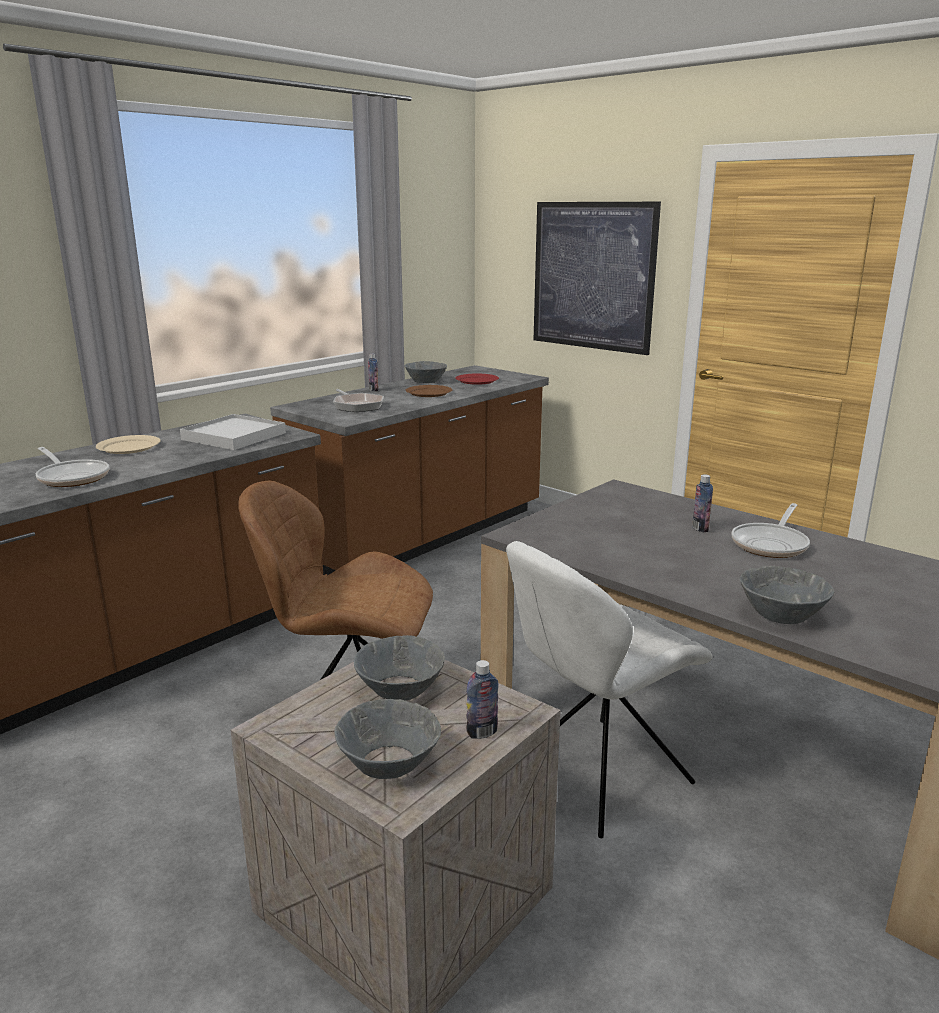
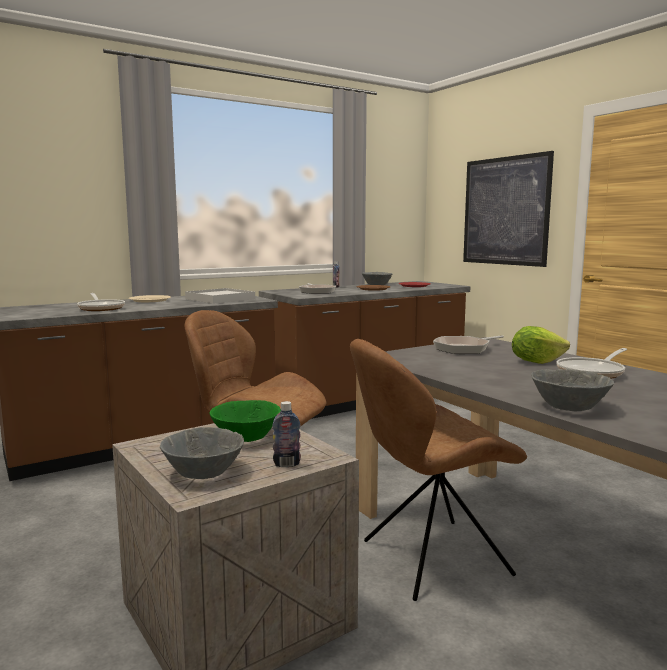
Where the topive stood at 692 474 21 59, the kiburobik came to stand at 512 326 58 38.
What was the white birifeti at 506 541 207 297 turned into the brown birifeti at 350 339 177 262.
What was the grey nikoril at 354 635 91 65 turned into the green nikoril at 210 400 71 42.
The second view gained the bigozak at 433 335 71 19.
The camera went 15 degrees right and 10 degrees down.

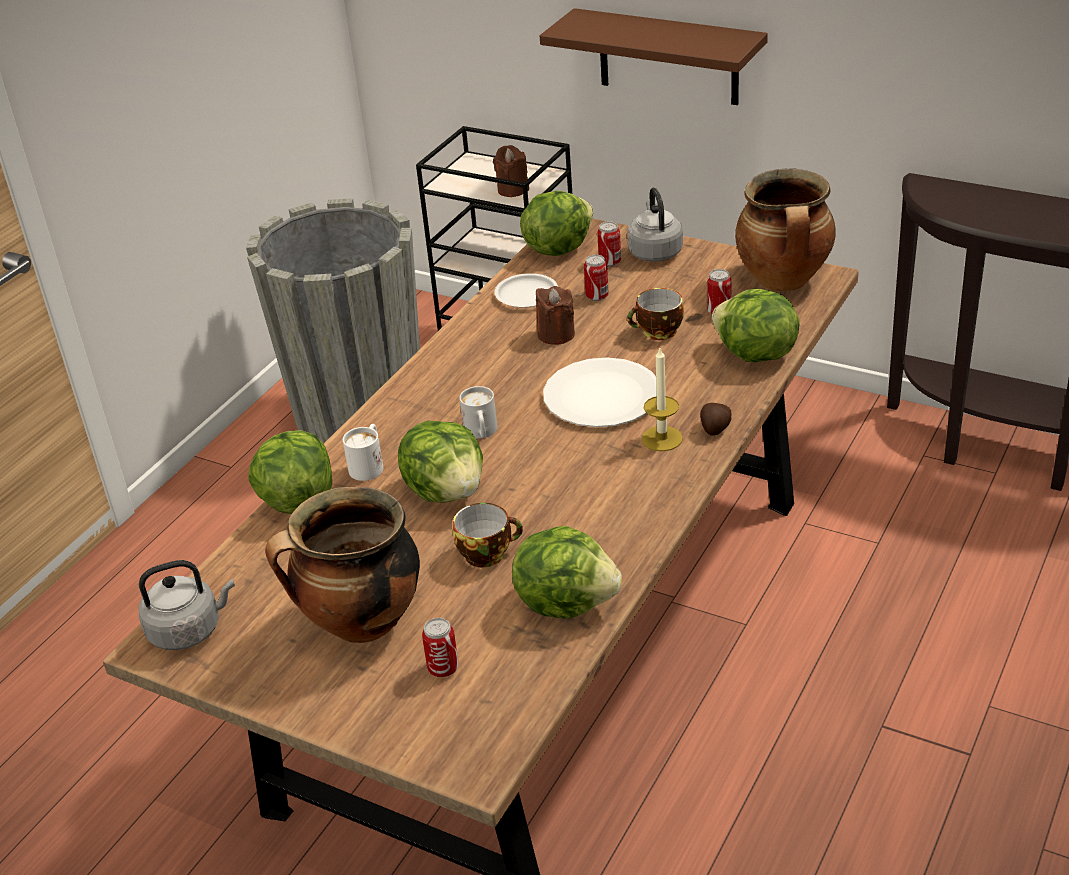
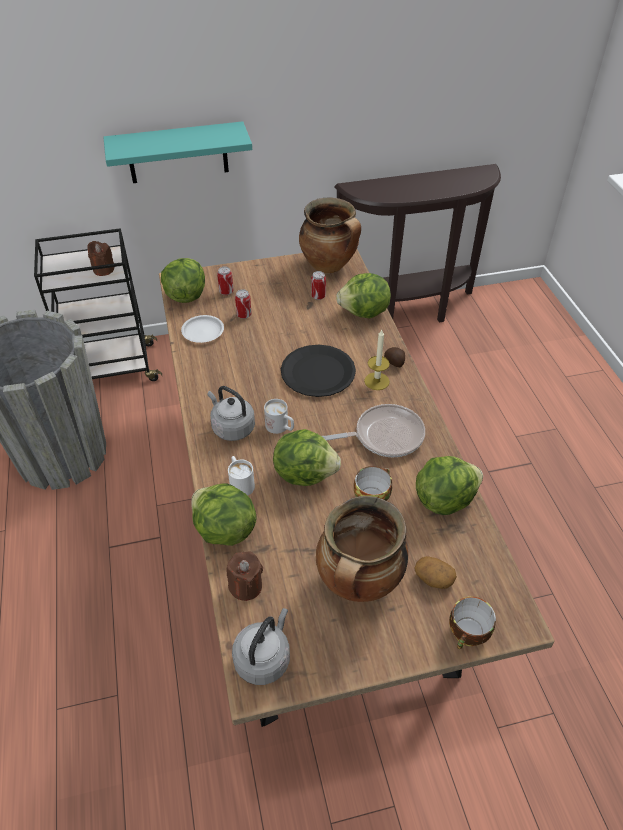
What was the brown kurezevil at 540 8 228 97 turned into the turquoise kurezevil at 103 121 149 62.
The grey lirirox ended up elsewhere, having gone from 627 187 56 75 to 208 386 47 55.
The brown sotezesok ended up elsewhere, having gone from 536 286 39 59 to 226 551 37 50.
The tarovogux ended up elsewhere, having gone from 627 288 57 52 to 449 596 47 53.
What was the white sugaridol at 543 357 114 70 turned into the black sugaridol at 281 345 75 52.
Where the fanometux stood at 422 618 37 59, the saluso came to stand at 414 556 43 33.
The second view gained the bigozak at 322 404 103 53.
The camera went 45 degrees left and 10 degrees up.

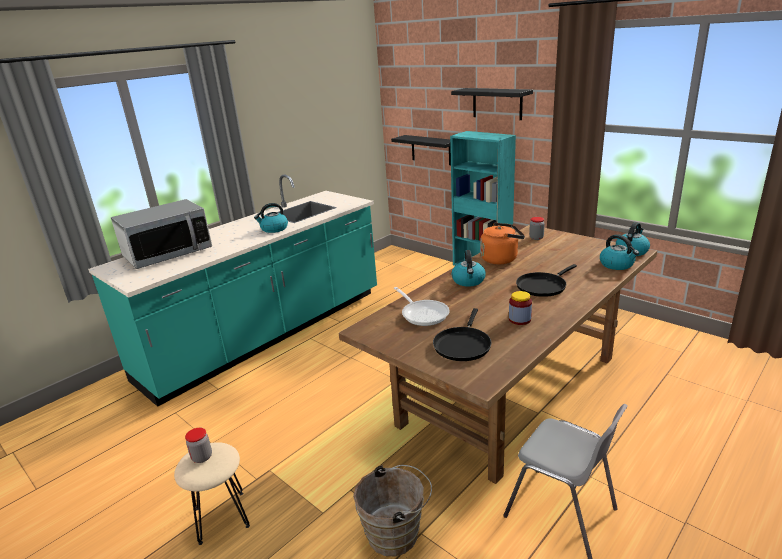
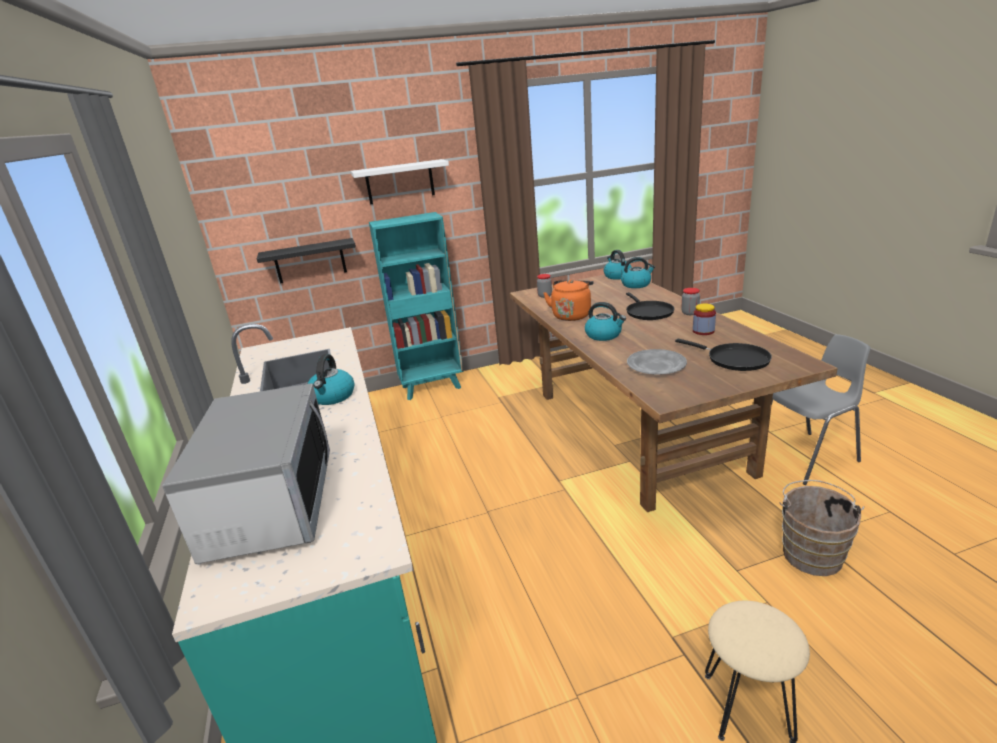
What was the black kurezevil at 451 88 82 32 turned into the white kurezevil at 351 159 98 45.
Where the bigozak stood at 394 287 56 39, the grey sugaridol came to stand at 627 349 60 26.
The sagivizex ended up elsewhere, having gone from 185 428 27 35 to 681 288 19 27.
The camera went 60 degrees left and 0 degrees up.

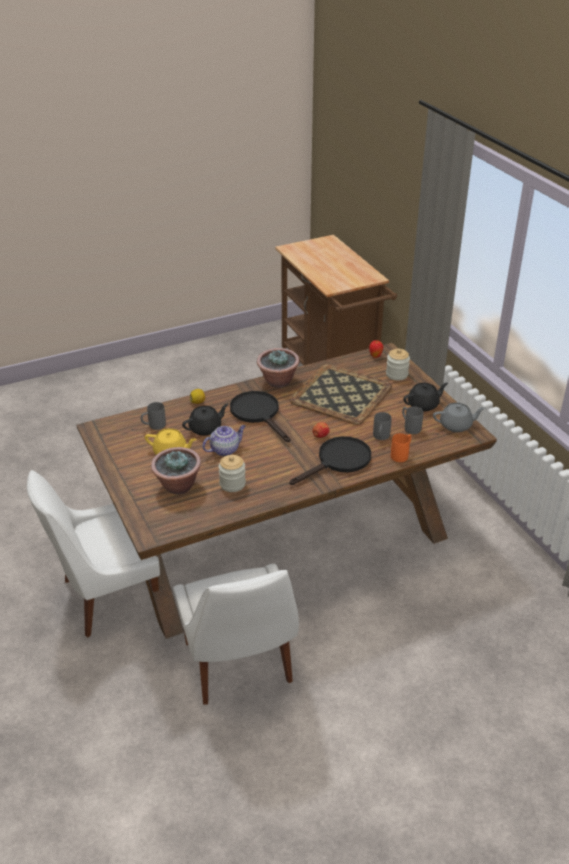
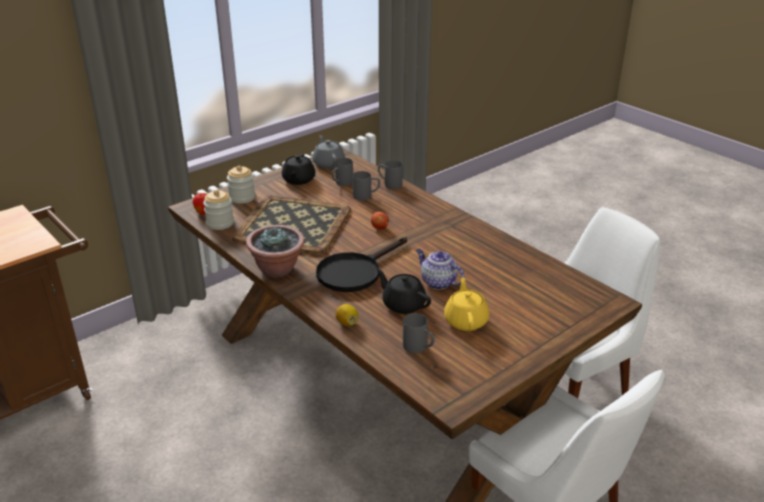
The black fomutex at 403 383 45 28 ended up facing another way, 135 degrees counterclockwise from before.
What was the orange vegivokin at 391 433 20 29 turned into the grey vegivokin at 378 160 25 29.
The second view lost the black bigozak at 290 436 81 49.
The second view lost the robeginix at 151 447 50 47.
The sagivizex ended up elsewhere, having gone from 218 455 28 37 to 203 190 31 40.
The camera went 105 degrees left and 5 degrees down.

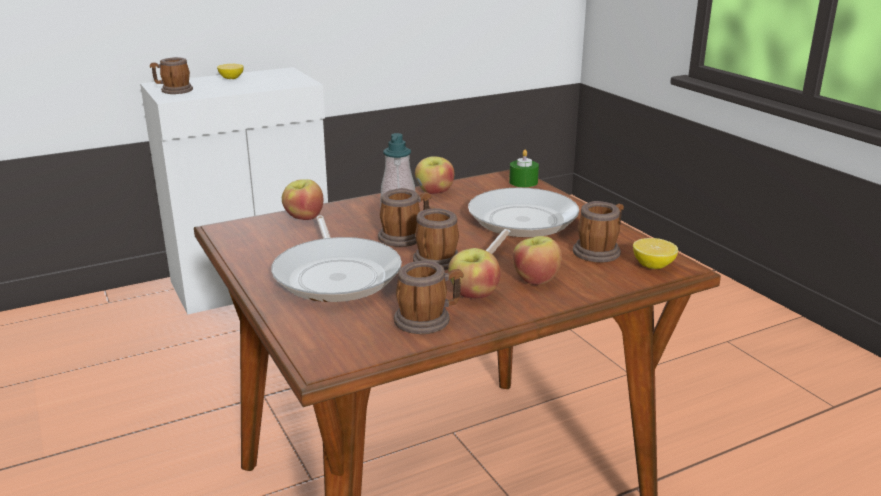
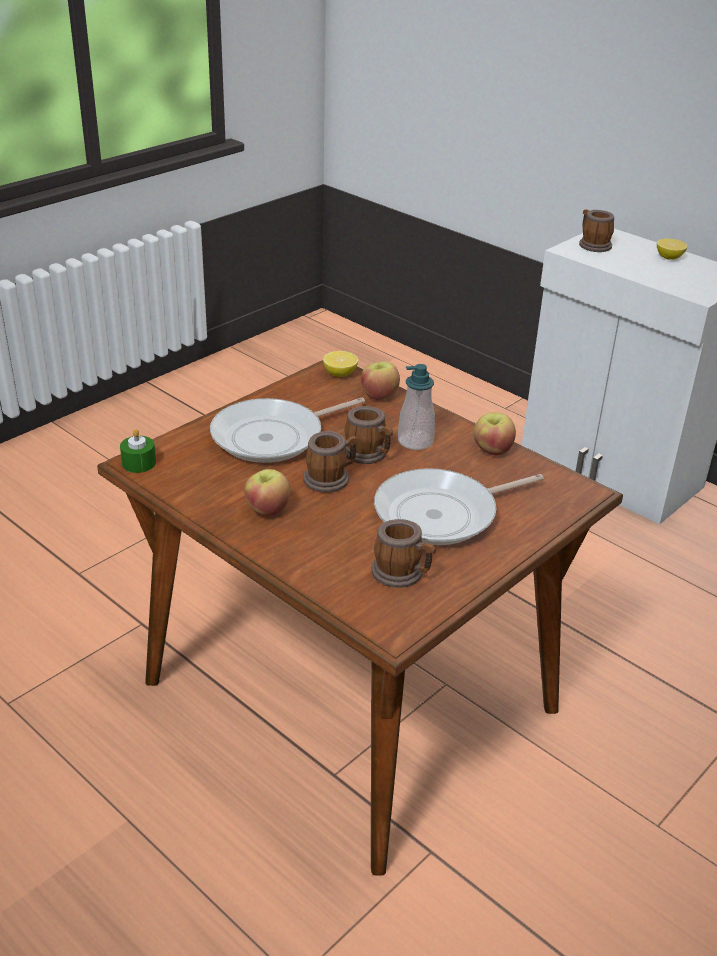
The green sotezesok ended up elsewhere, having gone from 509 149 30 38 to 120 429 36 44.
The bigozak at 468 188 111 66 ended up facing another way, 150 degrees clockwise from before.
The second view lost the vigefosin at 513 236 49 49.
The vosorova ended up elsewhere, having gone from 633 238 45 31 to 323 351 35 26.
The second view lost the vegivokin at 394 260 69 74.
The camera went 70 degrees right and 10 degrees up.

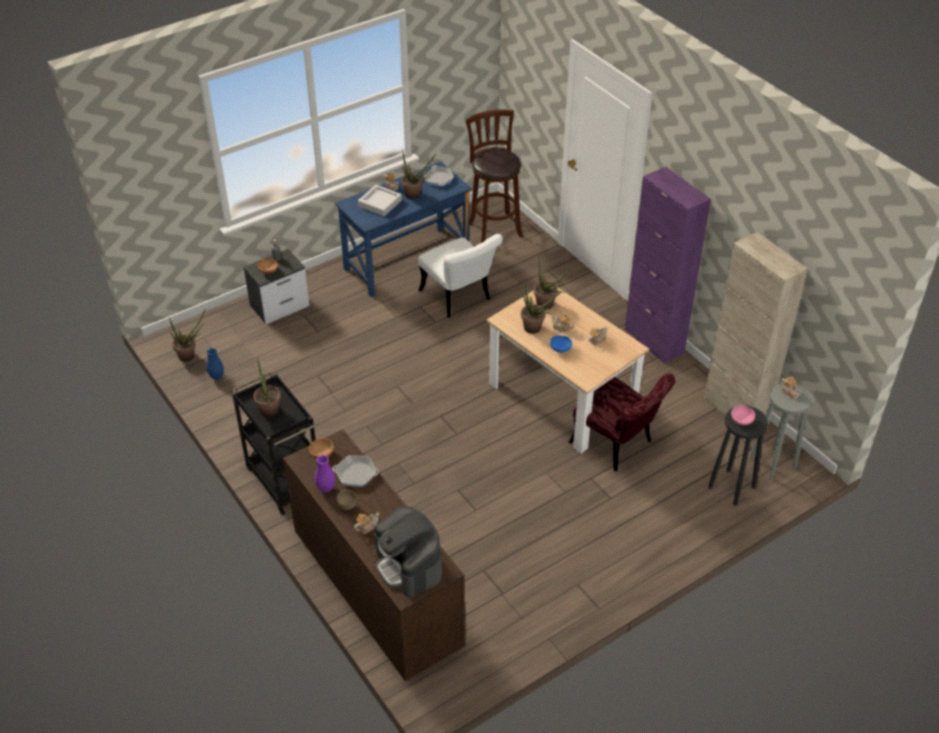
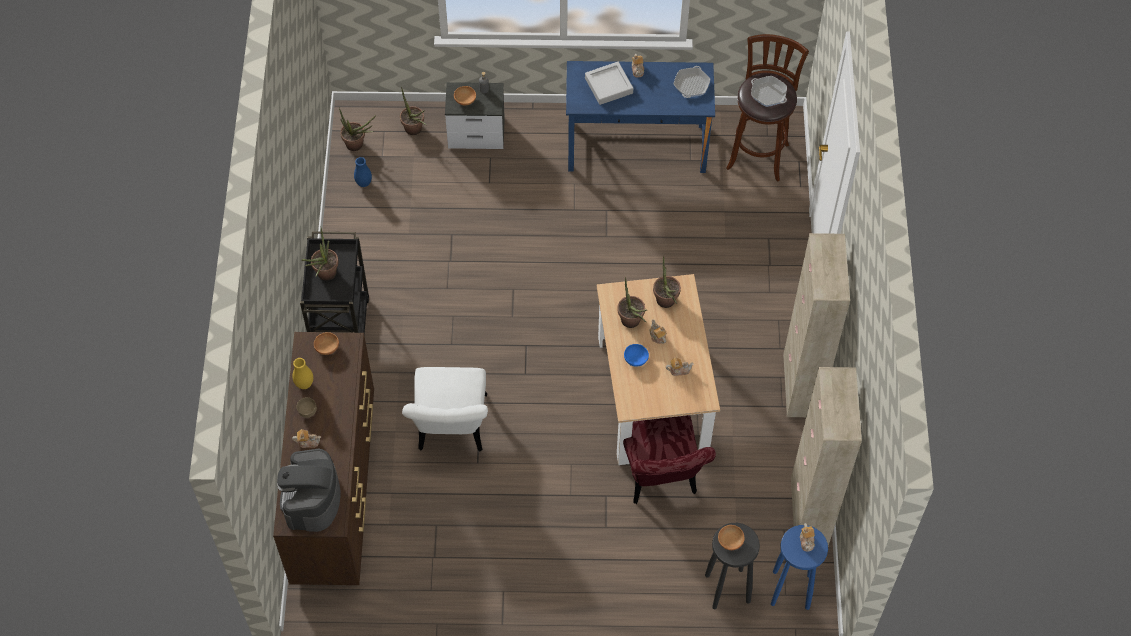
The robeginix ended up elsewhere, having gone from 401 149 35 50 to 400 87 26 48.
What was the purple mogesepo at 625 167 86 197 turned into the beige mogesepo at 783 233 67 184.
The white birifeti ended up elsewhere, having gone from 418 234 85 84 to 402 367 86 85.
What was the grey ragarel at 750 383 63 97 turned into the blue ragarel at 771 525 57 85.
What was the pink nikoril at 731 405 24 20 turned into the brown nikoril at 718 525 27 25.
What was the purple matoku at 315 455 20 38 turned into the yellow matoku at 292 358 21 31.
The bigozak ended up elsewhere, having gone from 332 455 47 32 to 751 76 36 31.
The camera went 35 degrees right and 15 degrees up.

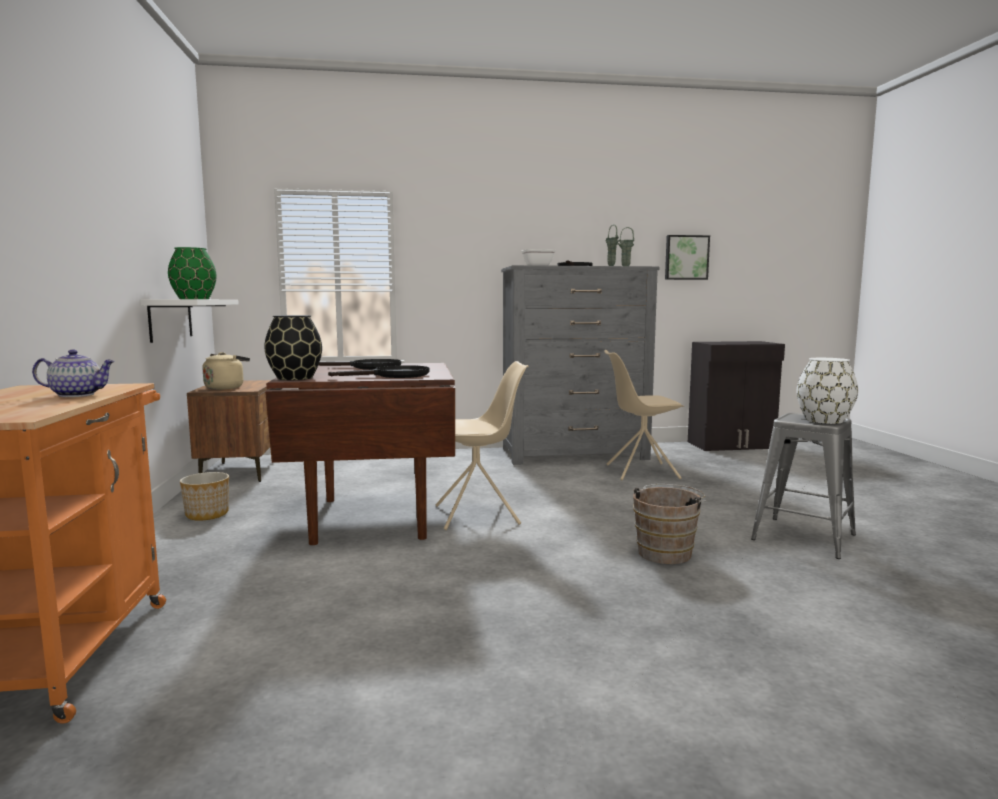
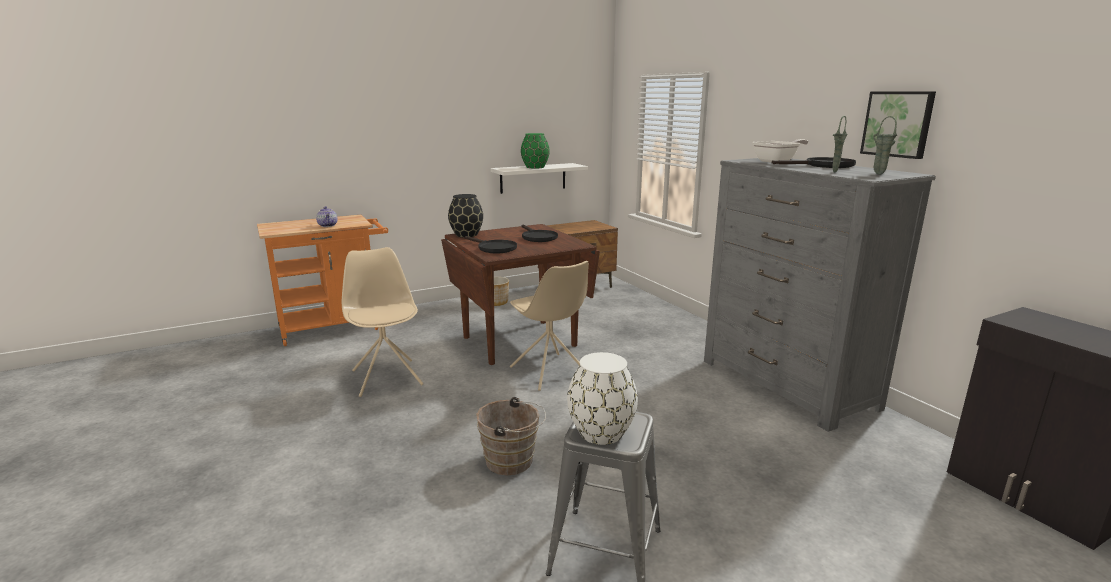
The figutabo ended up elsewhere, having gone from 665 235 45 45 to 860 91 76 68.
The beige birifeti ended up elsewhere, having gone from 604 350 80 130 to 342 247 82 150.
The second view lost the beige lirirox at 202 352 48 38.
The camera went 70 degrees right and 10 degrees up.

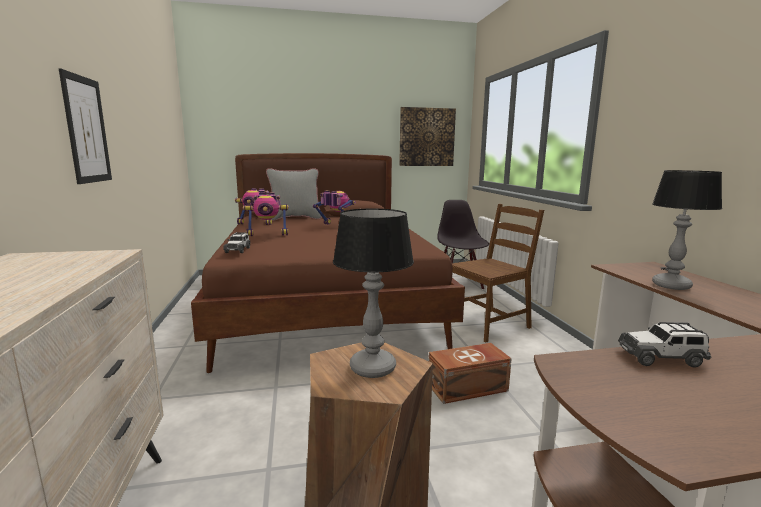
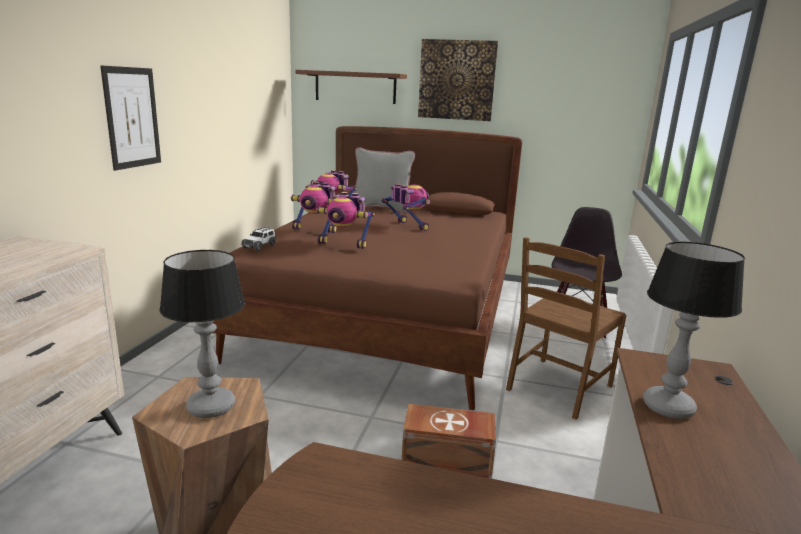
The figutabo ended up elsewhere, having gone from 399 107 57 59 to 418 39 80 82.
The brown birifeti at 452 204 92 138 ended up facing another way, 135 degrees clockwise from before.
The second view lost the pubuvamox at 618 322 93 46.
The second view gained the brown kurezevil at 295 70 112 34.
The second view gained the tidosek at 316 192 58 57.
The camera went 25 degrees right and 5 degrees up.

